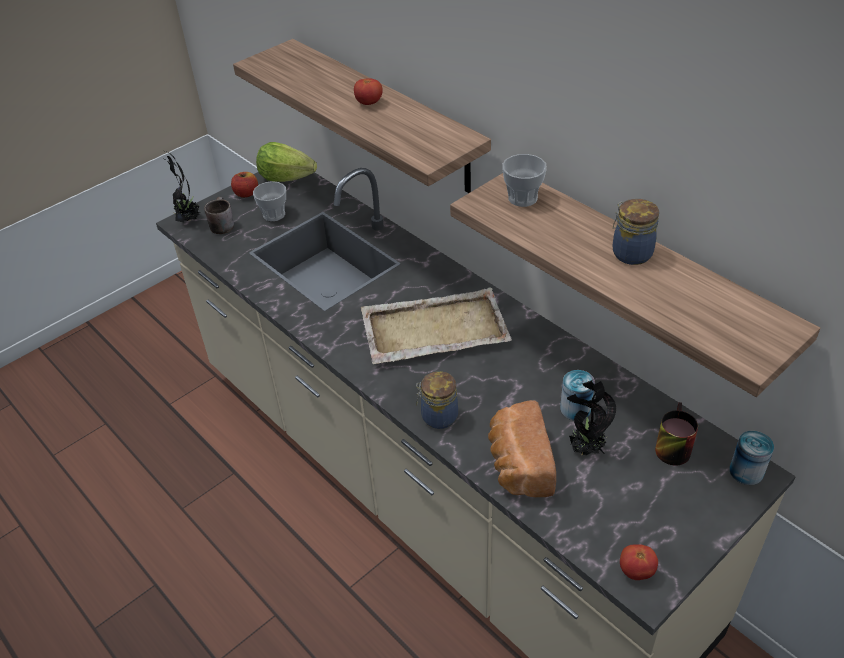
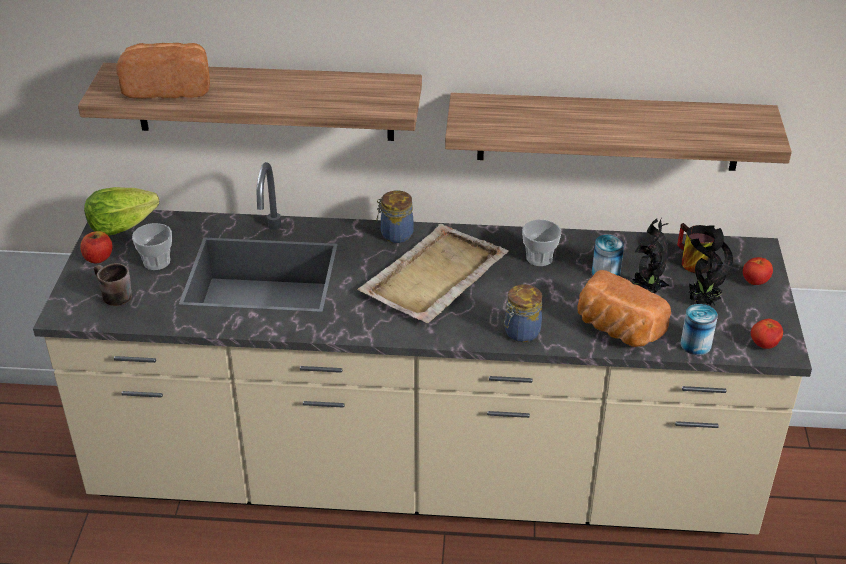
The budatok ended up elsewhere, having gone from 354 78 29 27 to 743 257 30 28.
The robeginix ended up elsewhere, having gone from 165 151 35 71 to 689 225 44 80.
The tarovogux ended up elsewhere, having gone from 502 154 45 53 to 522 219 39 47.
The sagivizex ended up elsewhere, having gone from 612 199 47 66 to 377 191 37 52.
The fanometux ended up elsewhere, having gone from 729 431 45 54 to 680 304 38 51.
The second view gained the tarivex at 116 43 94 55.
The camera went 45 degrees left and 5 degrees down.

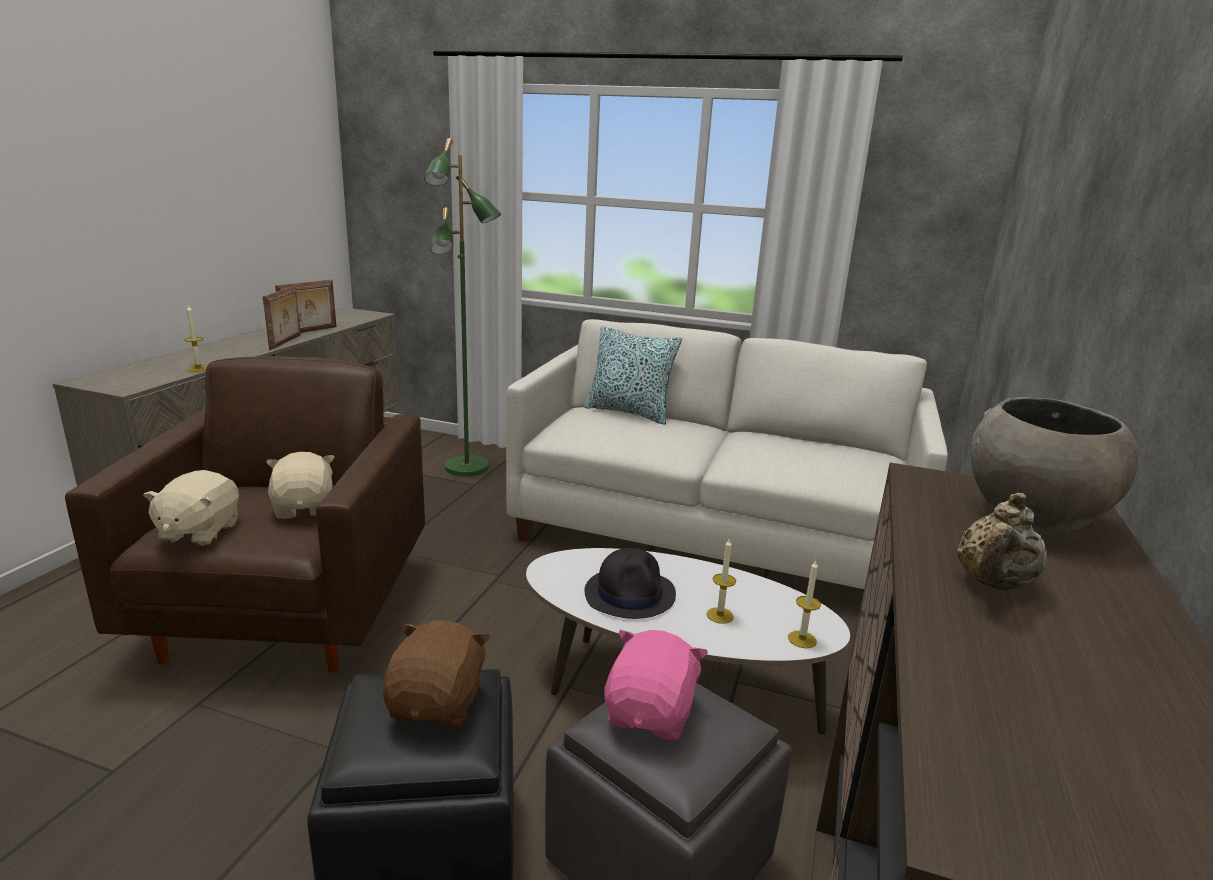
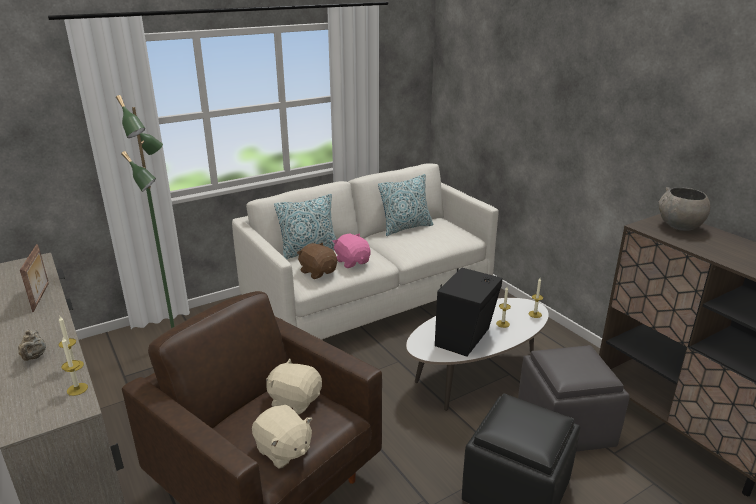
The second view lost the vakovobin at 263 285 38 65.
The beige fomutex ended up elsewhere, having gone from 957 493 90 98 to 18 330 28 31.
Where the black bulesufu stood at 584 548 92 71, the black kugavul came to stand at 435 267 67 90.
The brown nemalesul ended up elsewhere, having gone from 383 620 107 108 to 297 242 40 37.
The pink nemalesul ended up elsewhere, having gone from 604 630 104 110 to 332 233 39 35.
The second view gained the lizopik at 378 174 55 62.
The second view gained the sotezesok at 61 337 27 59.
The camera went 50 degrees left and 5 degrees up.

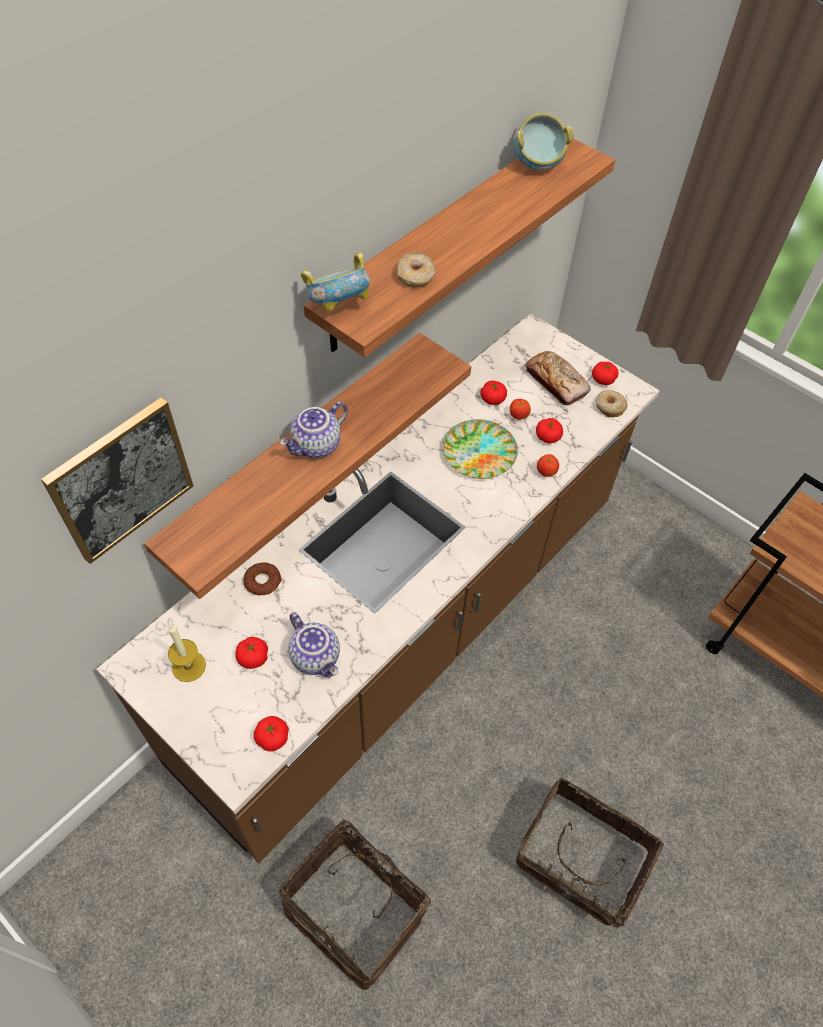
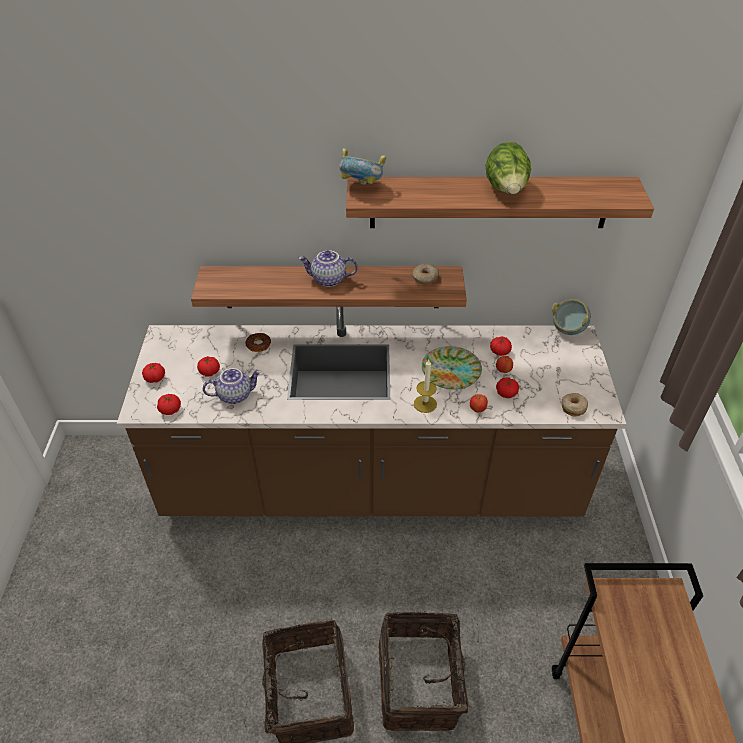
The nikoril ended up elsewhere, having gone from 514 113 60 58 to 552 299 39 36.
The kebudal ended up elsewhere, having gone from 397 253 38 35 to 412 263 27 21.
The second view lost the tarivex at 526 351 65 55.
The budatok ended up elsewhere, having gone from 592 362 26 23 to 142 363 23 20.
The second view lost the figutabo at 41 397 152 167.
The fomutex at 288 612 52 66 ended up facing another way, 120 degrees counterclockwise from before.
The sotezesok ended up elsewhere, having gone from 168 625 38 57 to 414 360 23 53.
The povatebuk ended up elsewhere, having gone from 279 809 152 181 to 379 610 100 121.
The second view gained the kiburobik at 485 142 46 52.
The camera went 50 degrees right and 10 degrees down.

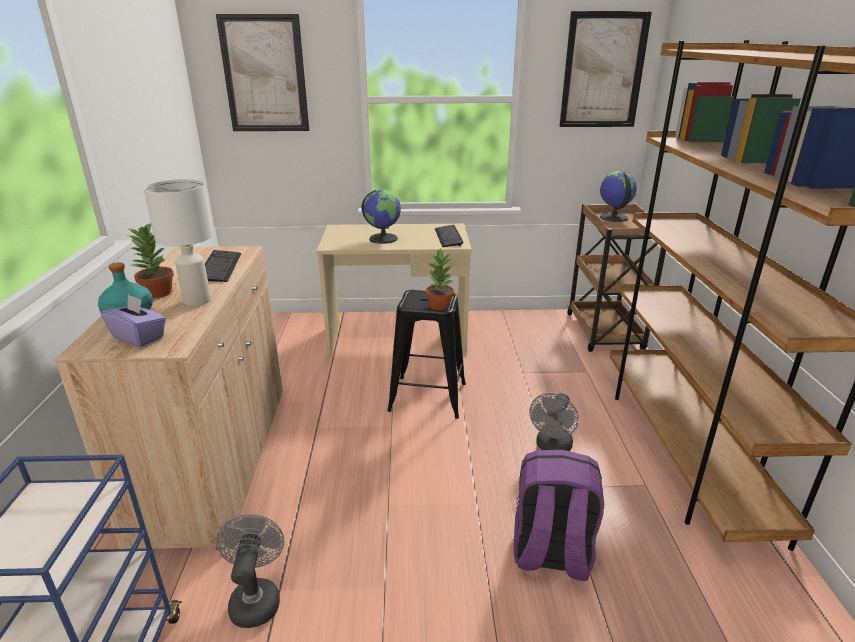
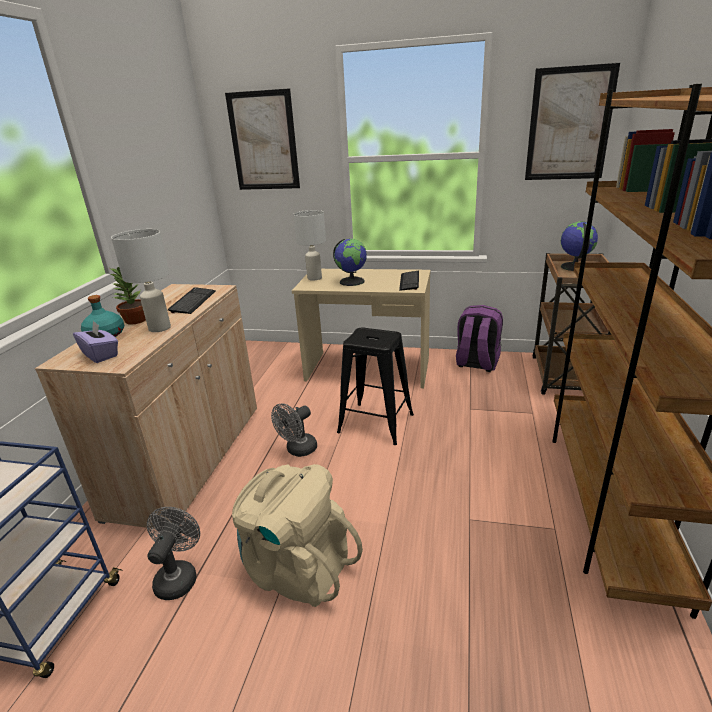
The second view lost the robeginix at 425 248 30 62.
The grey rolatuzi ended up elsewhere, having gone from 529 393 50 58 to 271 403 46 54.
The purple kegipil ended up elsewhere, having gone from 514 450 90 131 to 456 305 47 67.
The second view gained the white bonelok at 293 210 33 71.
The second view gained the beige kegipil at 232 464 131 143.
The camera went 15 degrees right and 0 degrees up.

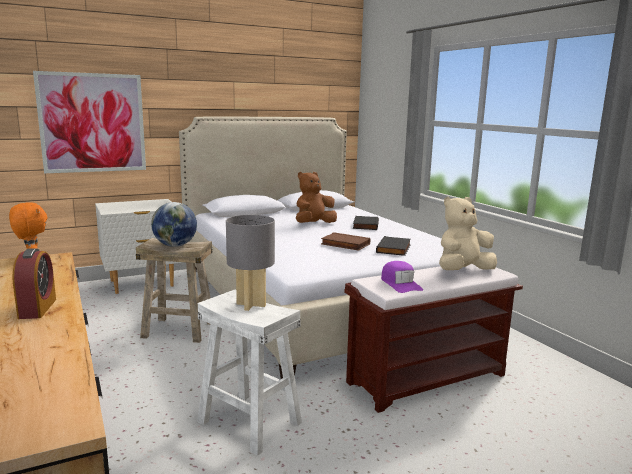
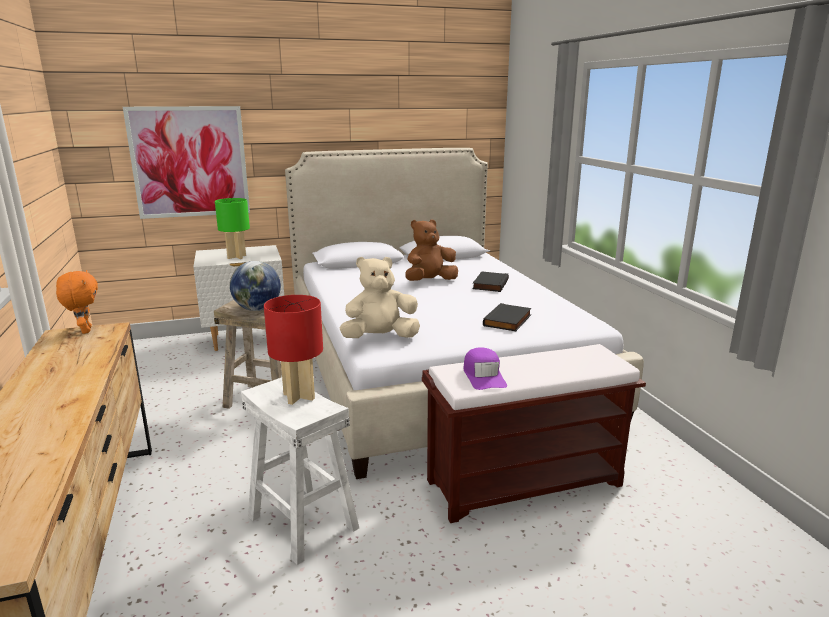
The beige nemalesul ended up elsewhere, having gone from 439 197 58 73 to 339 257 81 81.
What was the grey bonelok at 226 215 49 96 turned into the red bonelok at 264 295 59 110.
The second view lost the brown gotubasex at 321 232 49 19.
The second view lost the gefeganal at 13 248 43 71.
The second view gained the green bonelok at 215 198 35 61.
The camera went 10 degrees right and 5 degrees up.

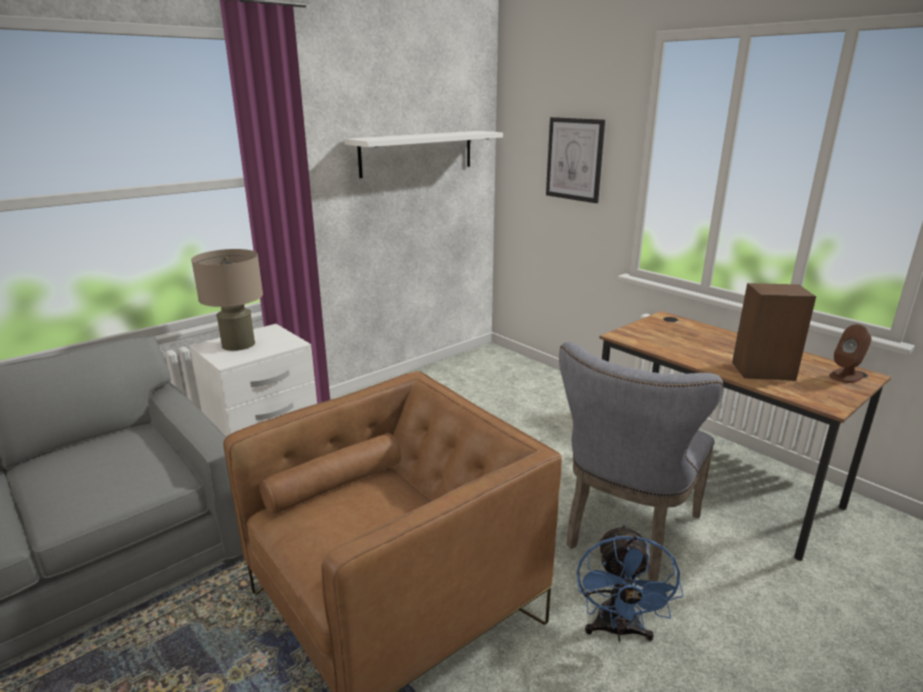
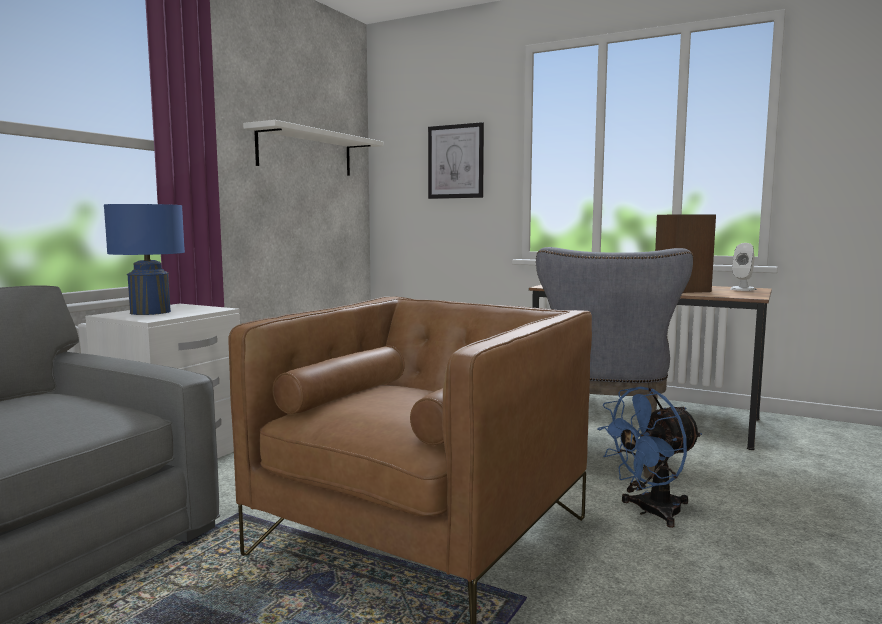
What was the beige bonelok at 191 249 72 102 turned into the blue bonelok at 104 204 81 111.
What was the brown kugavul at 829 324 43 59 turned into the white kugavul at 731 243 24 48.
The blue rolatuzi at 577 524 107 118 ended up facing another way, 75 degrees clockwise from before.
The camera went 20 degrees left and 15 degrees down.

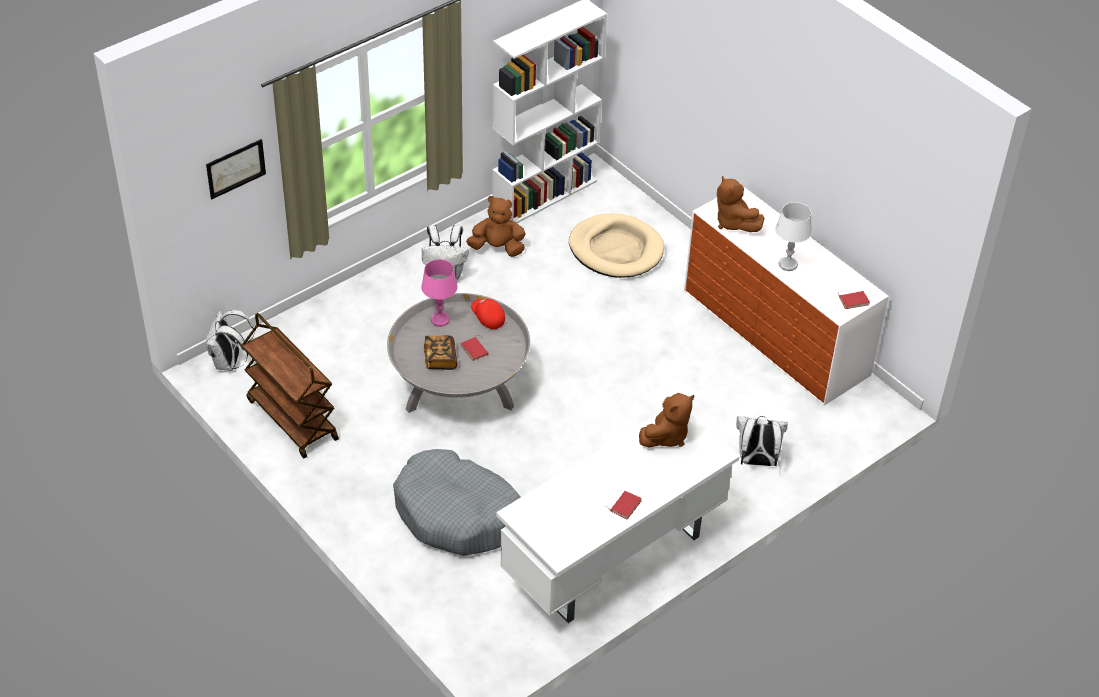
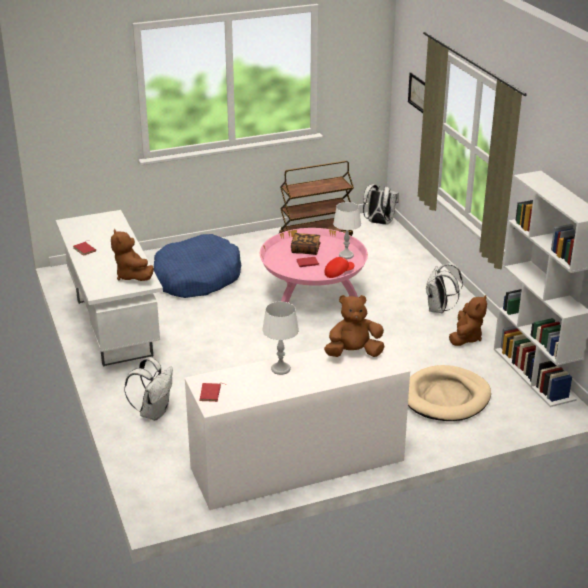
What was the pink bonelok at 421 259 37 68 turned into the white bonelok at 333 202 28 57.
What was the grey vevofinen at 387 293 143 120 turned into the pink vevofinen at 260 228 108 75.
What was the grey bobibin at 393 449 128 107 turned into the blue bobibin at 154 234 87 64.
The camera went 110 degrees right and 15 degrees down.

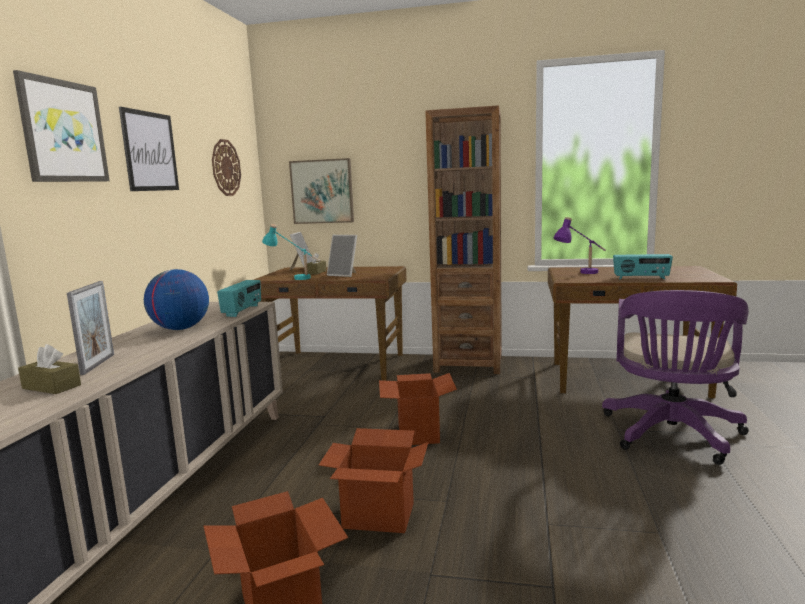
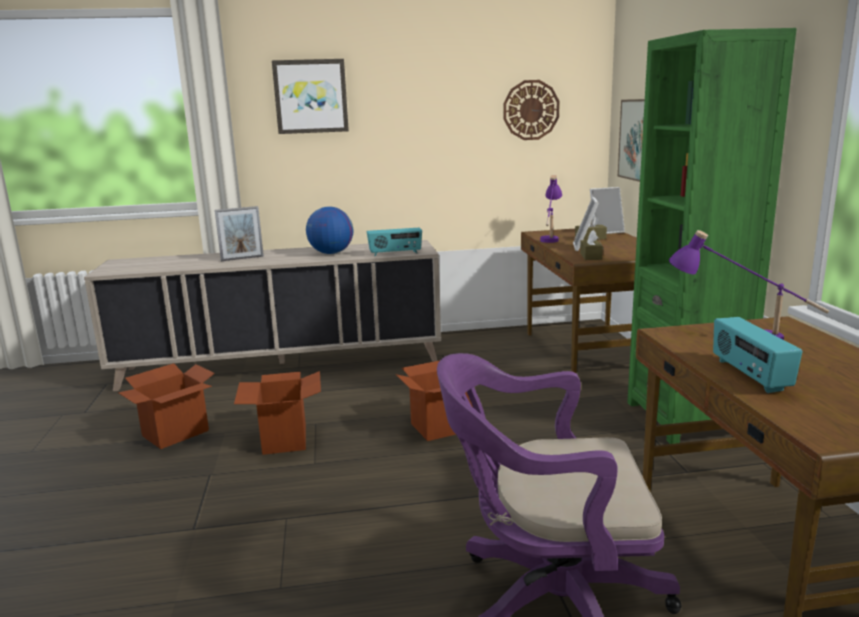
What was the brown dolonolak at 425 106 77 268 turned into the green dolonolak at 627 28 170 416.
The second view lost the figutabo at 119 107 60 84.
What was the turquoise bonelok at 262 224 59 56 turned into the purple bonelok at 540 175 22 68.
The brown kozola ended up elsewhere, having gone from 18 344 63 50 to 580 230 23 30.
The camera went 70 degrees right and 5 degrees up.

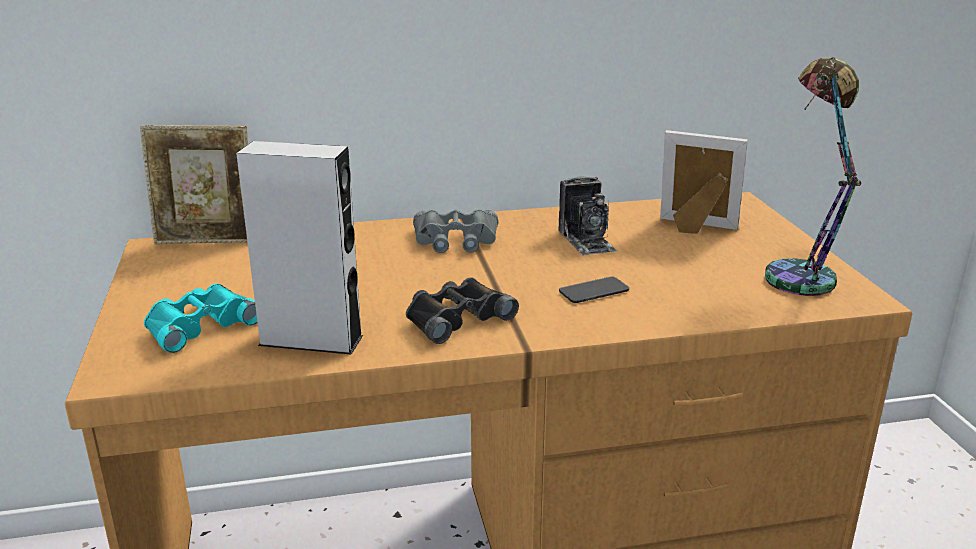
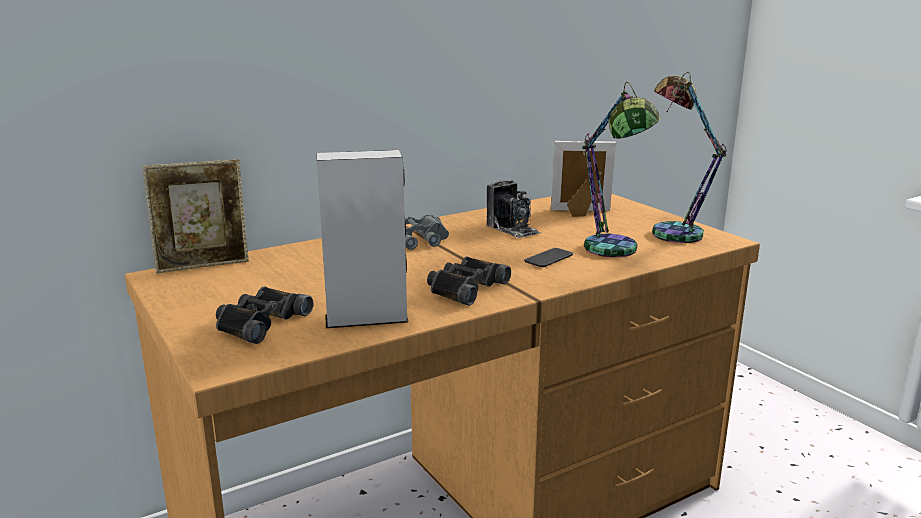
What was the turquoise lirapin at 144 283 114 70 turned into the black lirapin at 216 287 98 57.
The second view gained the bonelok at 582 82 78 175.
The camera went 20 degrees left and 5 degrees down.

